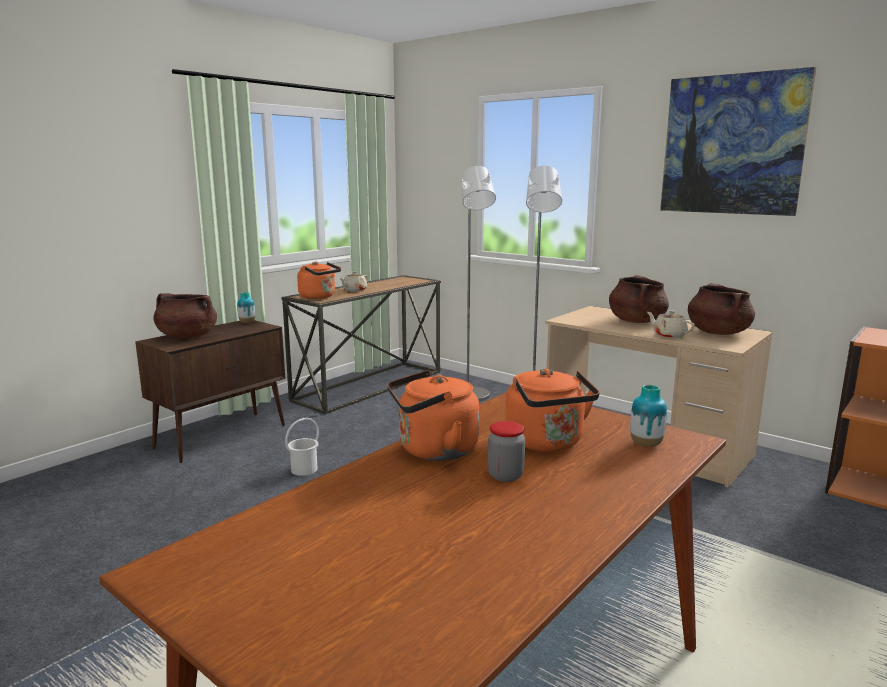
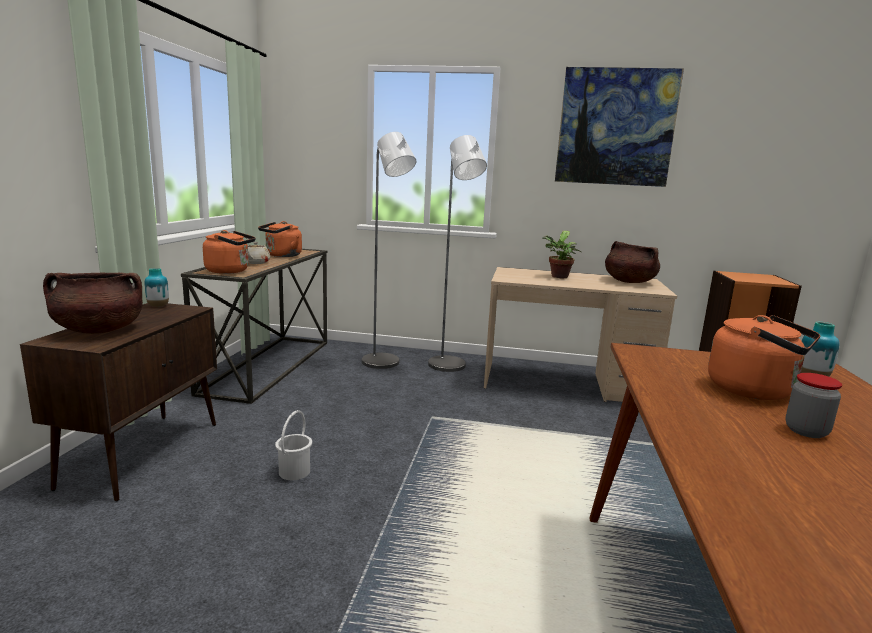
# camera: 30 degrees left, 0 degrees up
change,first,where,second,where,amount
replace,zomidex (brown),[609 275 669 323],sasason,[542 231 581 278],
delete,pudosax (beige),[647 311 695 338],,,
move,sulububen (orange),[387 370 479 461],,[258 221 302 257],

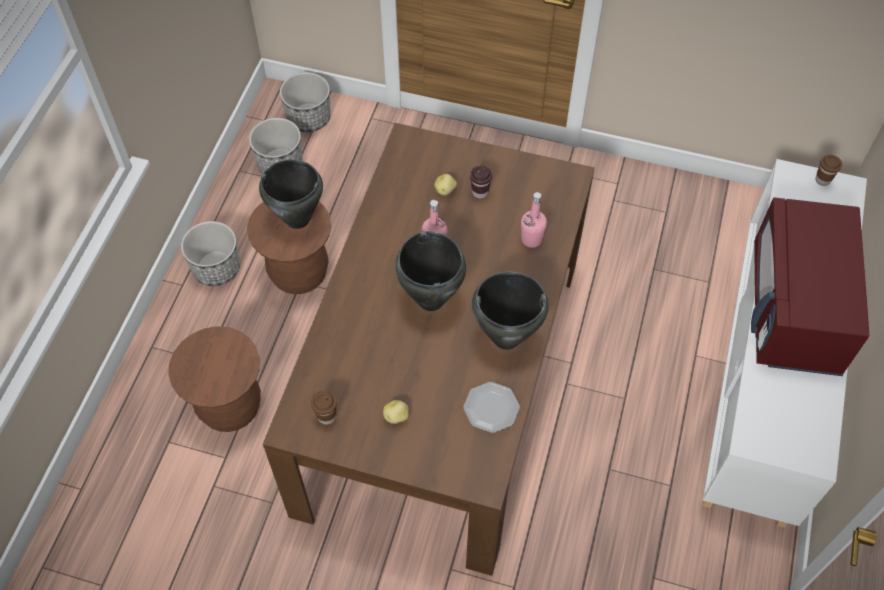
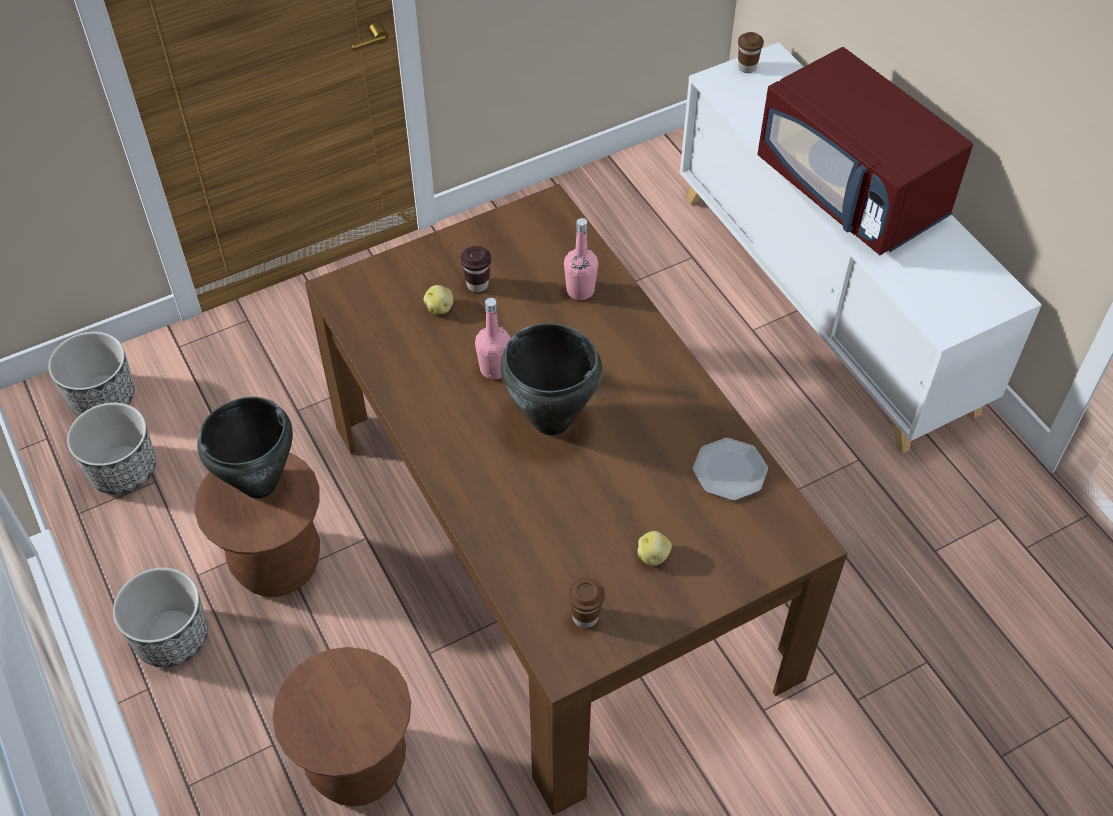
# camera: 45 degrees left, 5 degrees down
change,first,where,second,where,amount
delete,zomidex (black),[472 272 549 350],,,

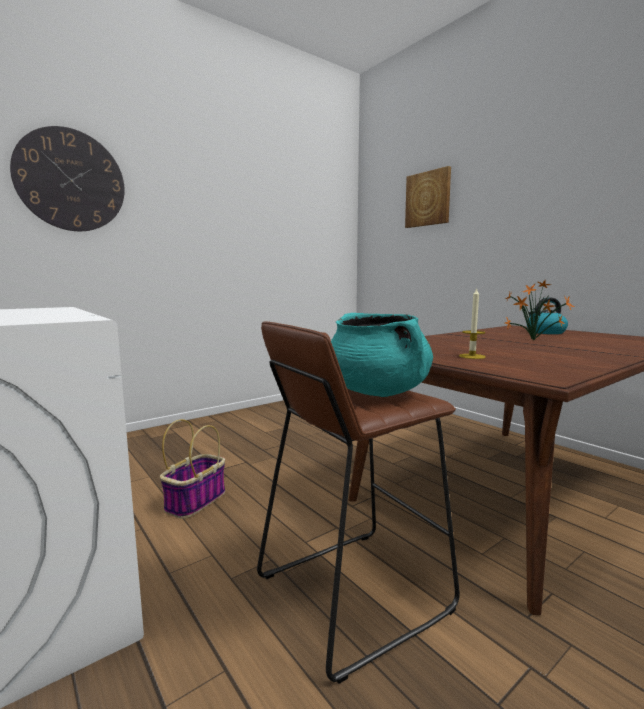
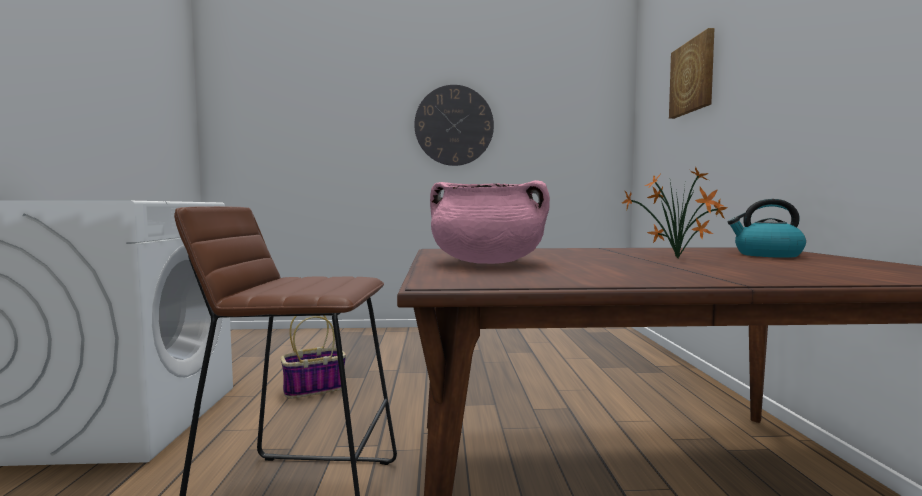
# camera: 35 degrees right, 5 degrees down
change,first,where,second,where,amount
move,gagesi,[10 126 125 231],,[414 85 494 166],
replace,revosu,[459 287 486 359],zomidex (pink),[430 180 550 264],
delete,zomidex (turquoise),[331 313 433 397],,,

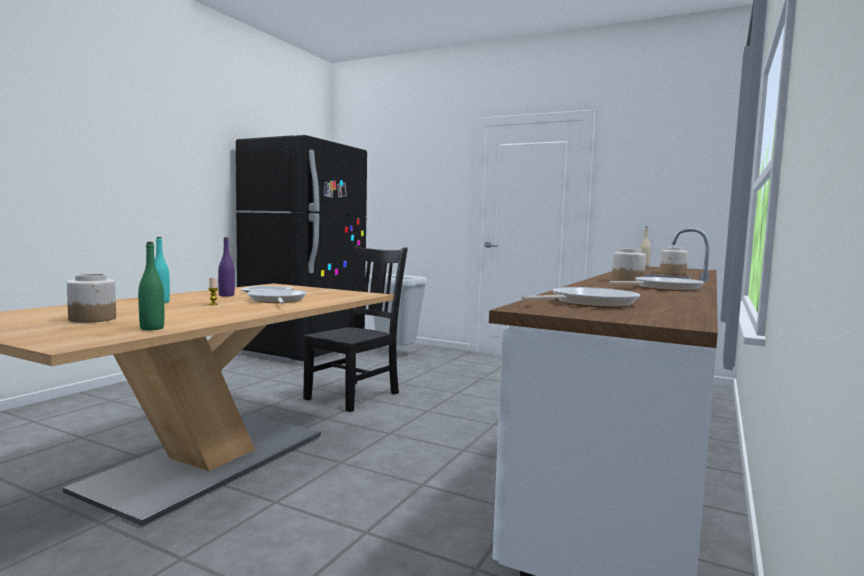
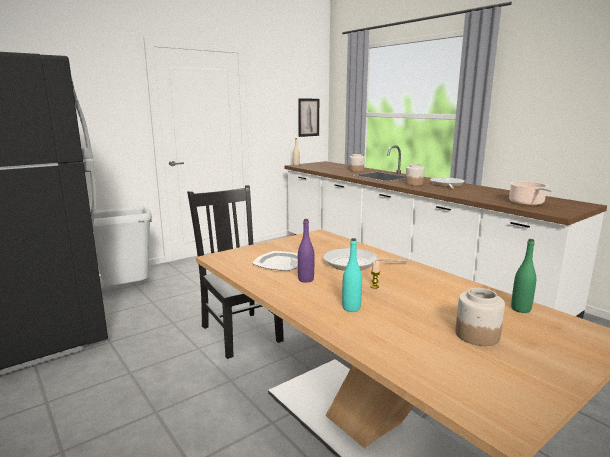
# camera: 65 degrees left, 10 degrees up
change,first,where,second,where,amount
replace,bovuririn,[522 287 640 307],zomidex,[509 181 555 206],
insert,,,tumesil,[298 99 319 137],

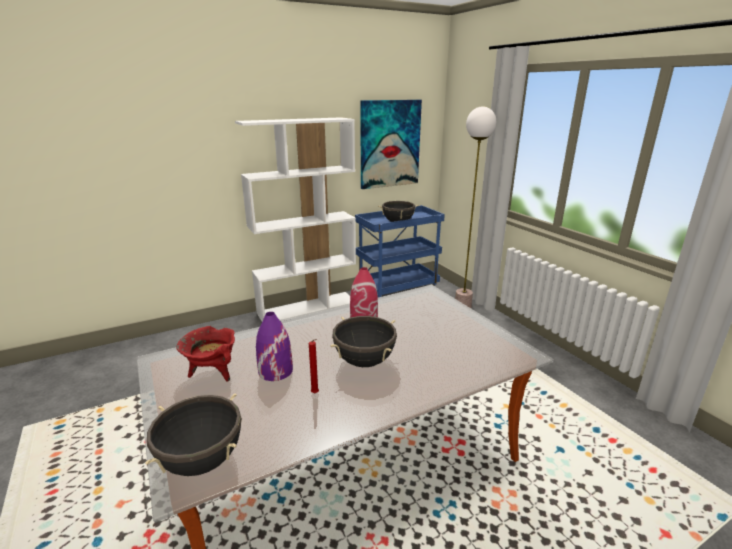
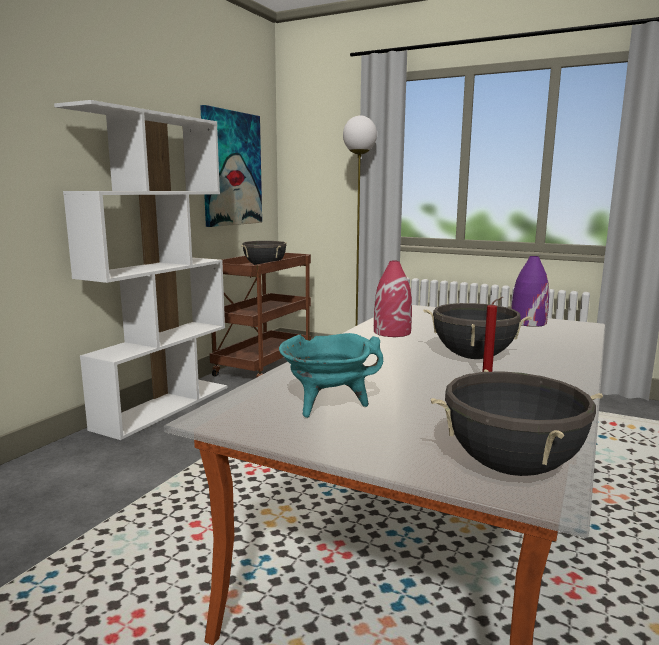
# camera: 35 degrees left, 10 degrees down
change,first,where,second,where,amount
recolor,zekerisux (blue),[355 205 445 298],zekerisux (brown),[210 253 311 378],
move,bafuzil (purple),[256 312 293 381],,[511 256 549 327],
recolor,zomidex (red),[176 326 235 381],zomidex (turquoise),[279 333 383 418],

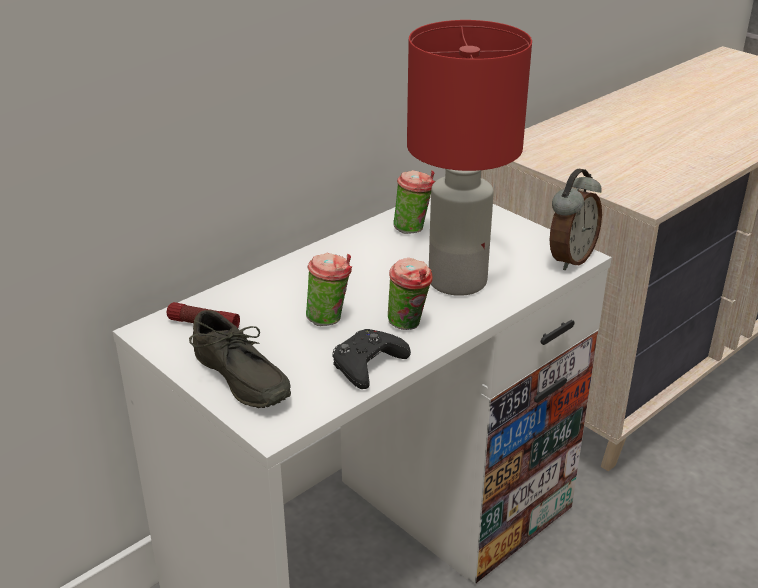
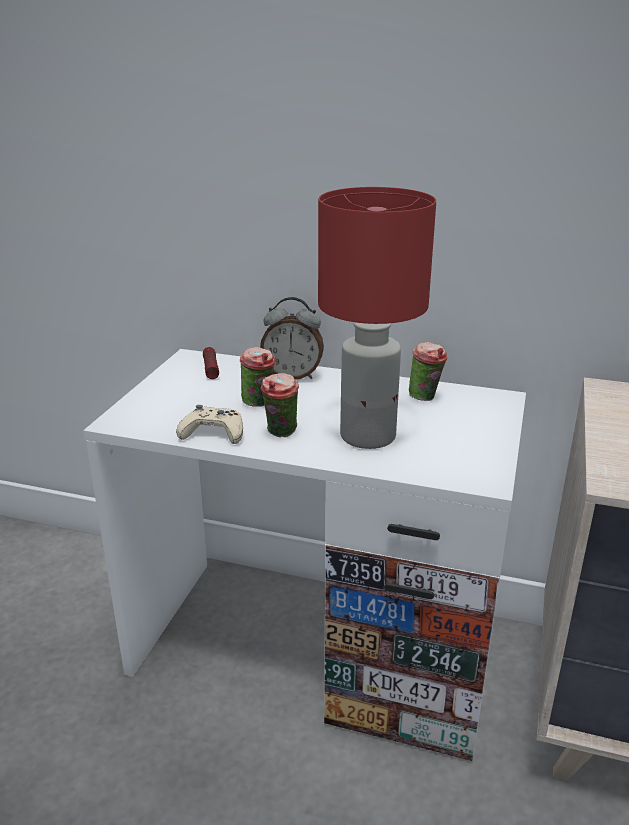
# camera: 60 degrees right, 5 degrees down
change,first,where,second,where,amount
move,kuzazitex,[550 169 602 271],,[260 297 324 380],
delete,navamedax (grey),[189 310 291 408],,,
recolor,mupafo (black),[332 329 411 389],mupafo (beige),[176 405 243 444],

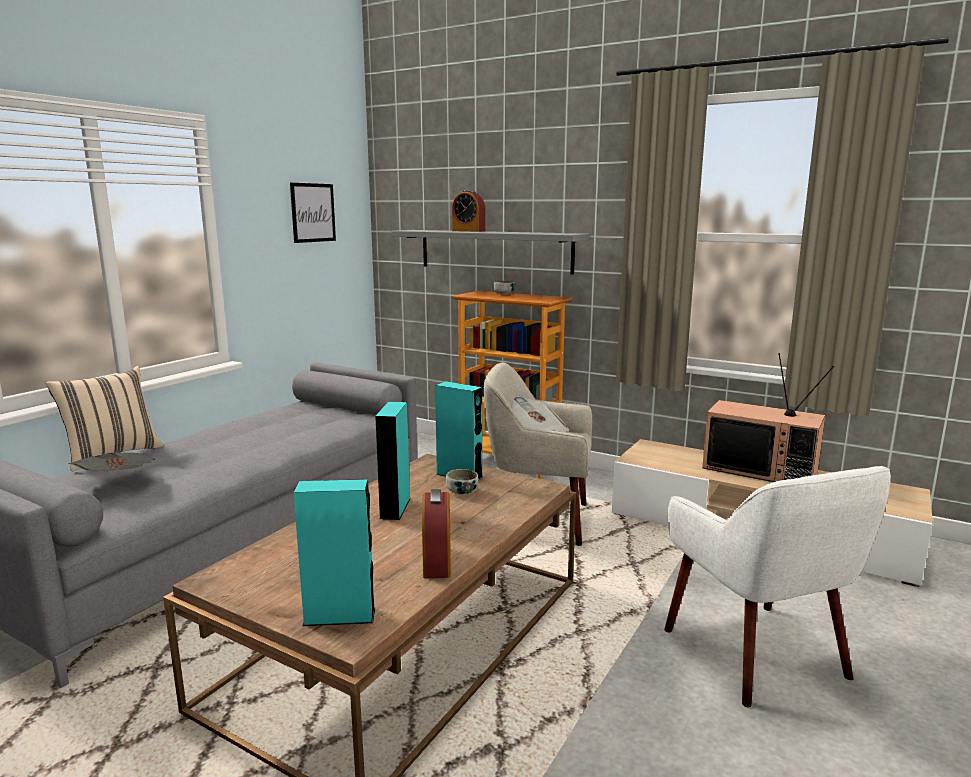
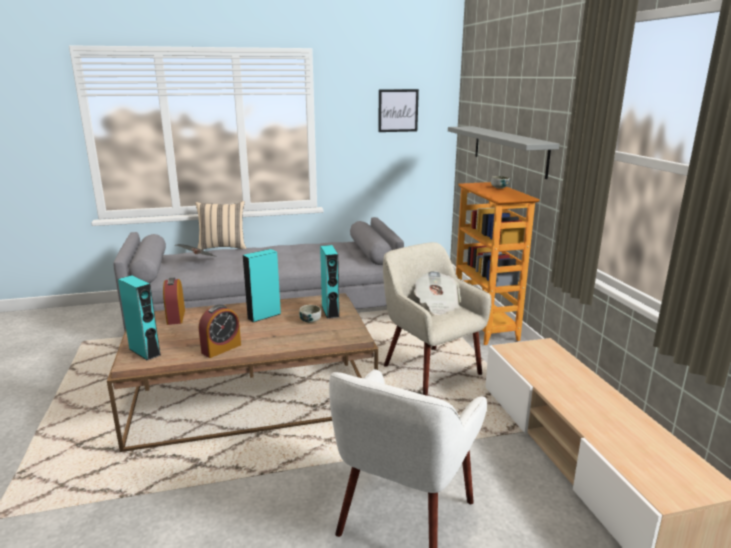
# camera: 45 degrees right, 5 degrees up
change,first,where,second,where,amount
move,kuzazitex,[452 190 485 232],,[163 278 185 325],
delete,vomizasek,[702 353 834 482],,,

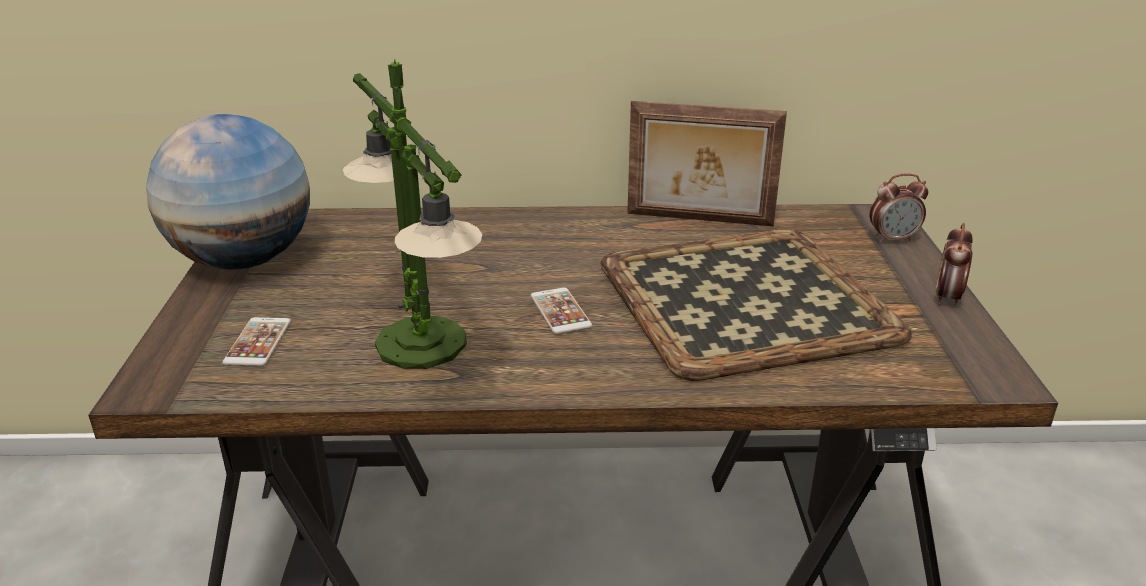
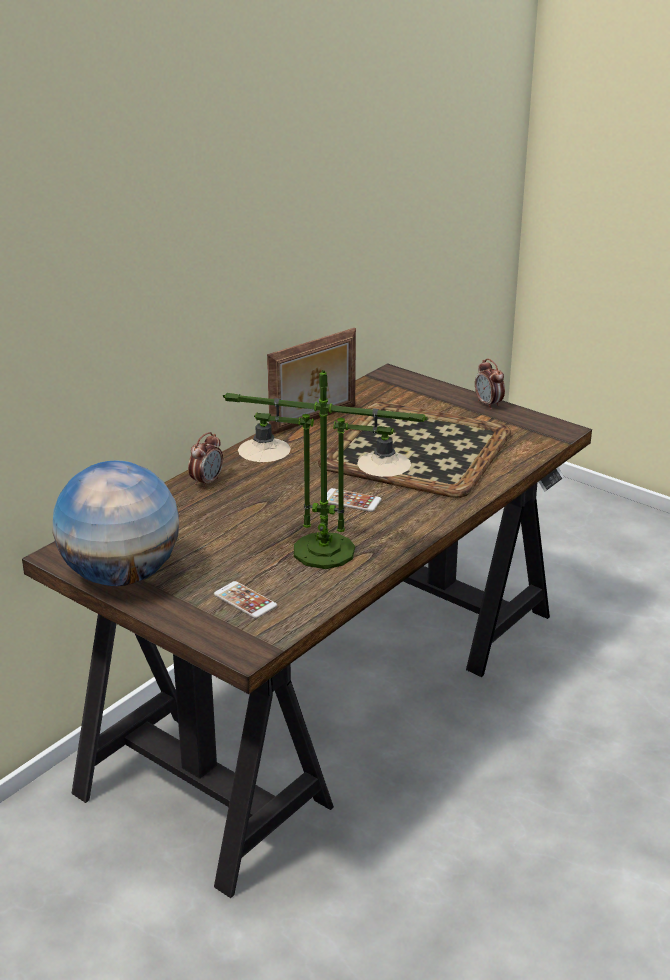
# camera: 50 degrees left, 0 degrees up
change,first,where,second,where,amount
move,kuzazitex,[870 173 928 243],,[188 432 223 489],

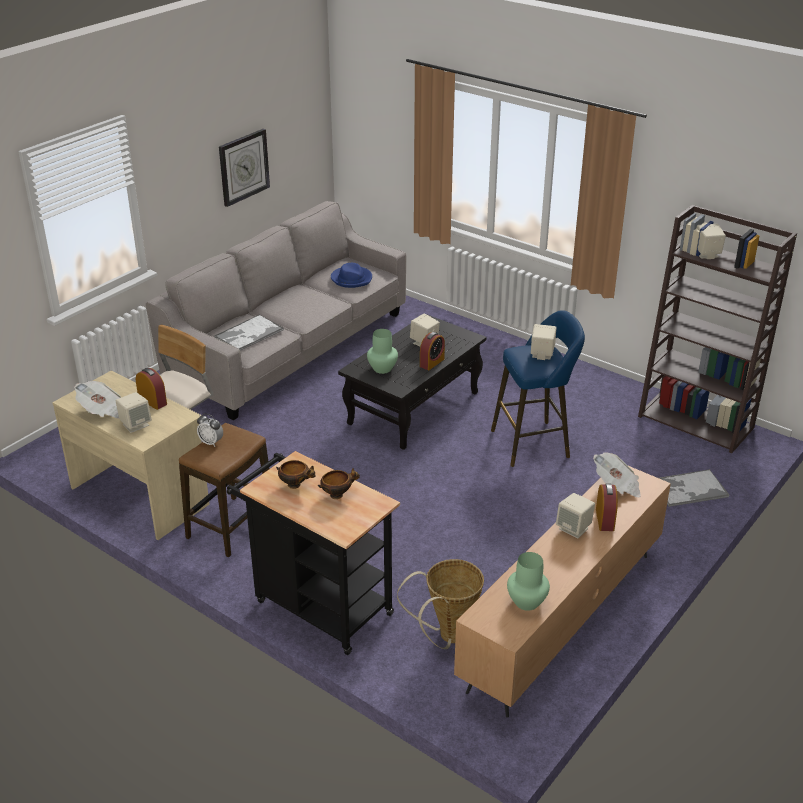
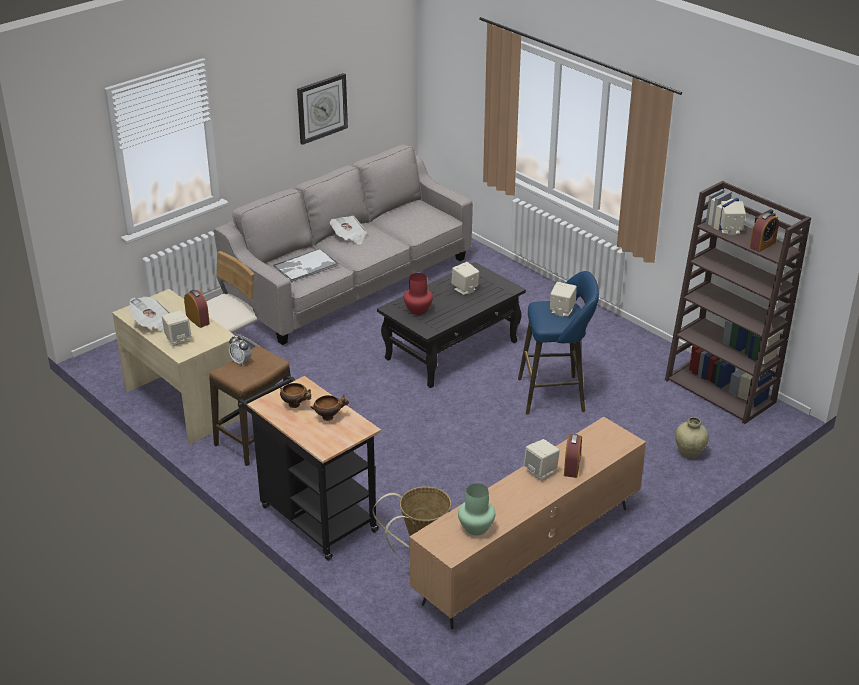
# camera: 10 degrees right, 0 degrees up
change,first,where,second,where,amount
delete,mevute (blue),[331 263 372 288],,,
recolor,bafuzil (green),[367 329 398 374],bafuzil (red),[404 273 433 315],
move,kuzazitex,[420 332 445 370],,[750 213 779 252],
move,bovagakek,[593 452 641 498],,[330 216 367 244],
replace,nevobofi,[659 469 729 507],bafuzil (beige),[675 417 709 458],

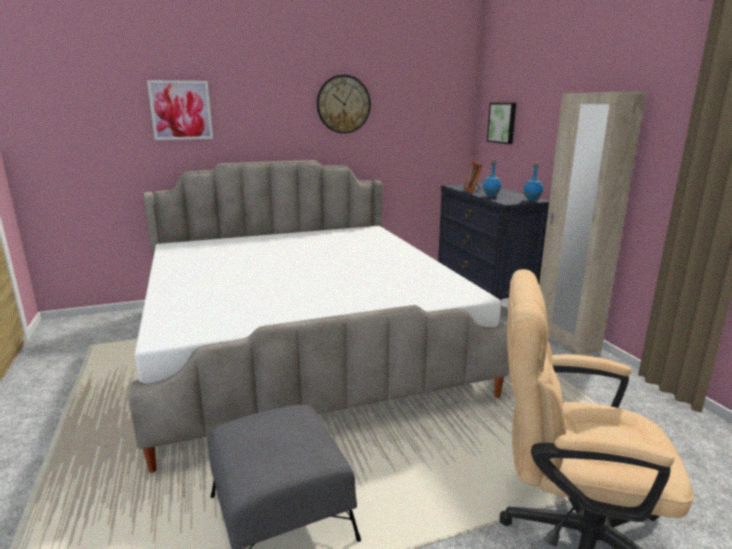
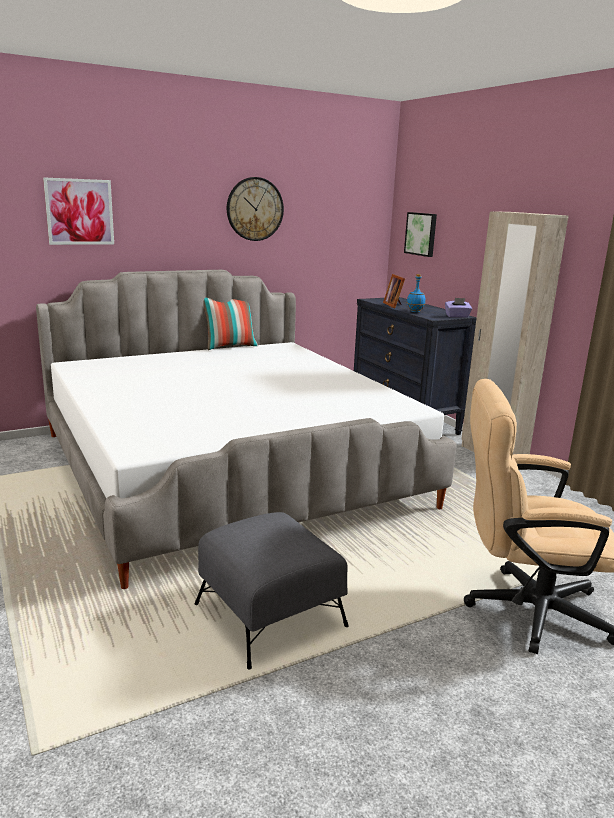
# camera: 10 degrees left, 0 degrees up
change,first,where,second,where,amount
replace,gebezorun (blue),[523 162 543 201],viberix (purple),[445 298 472 318],
insert,,,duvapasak,[204 298 258 350],

